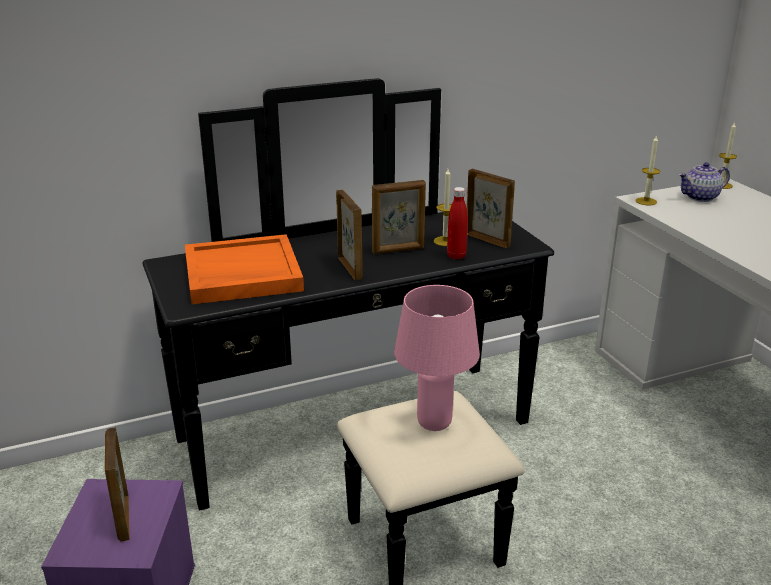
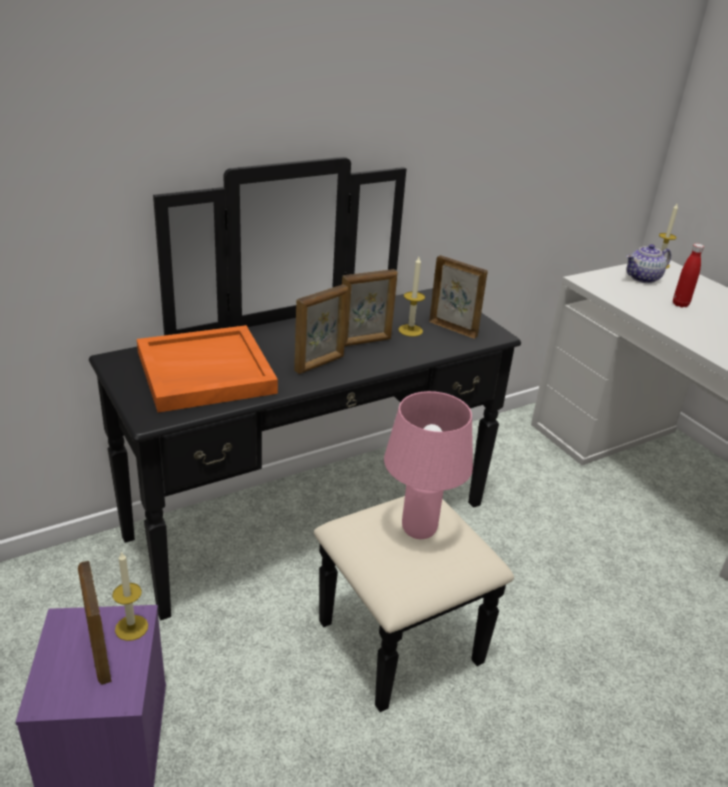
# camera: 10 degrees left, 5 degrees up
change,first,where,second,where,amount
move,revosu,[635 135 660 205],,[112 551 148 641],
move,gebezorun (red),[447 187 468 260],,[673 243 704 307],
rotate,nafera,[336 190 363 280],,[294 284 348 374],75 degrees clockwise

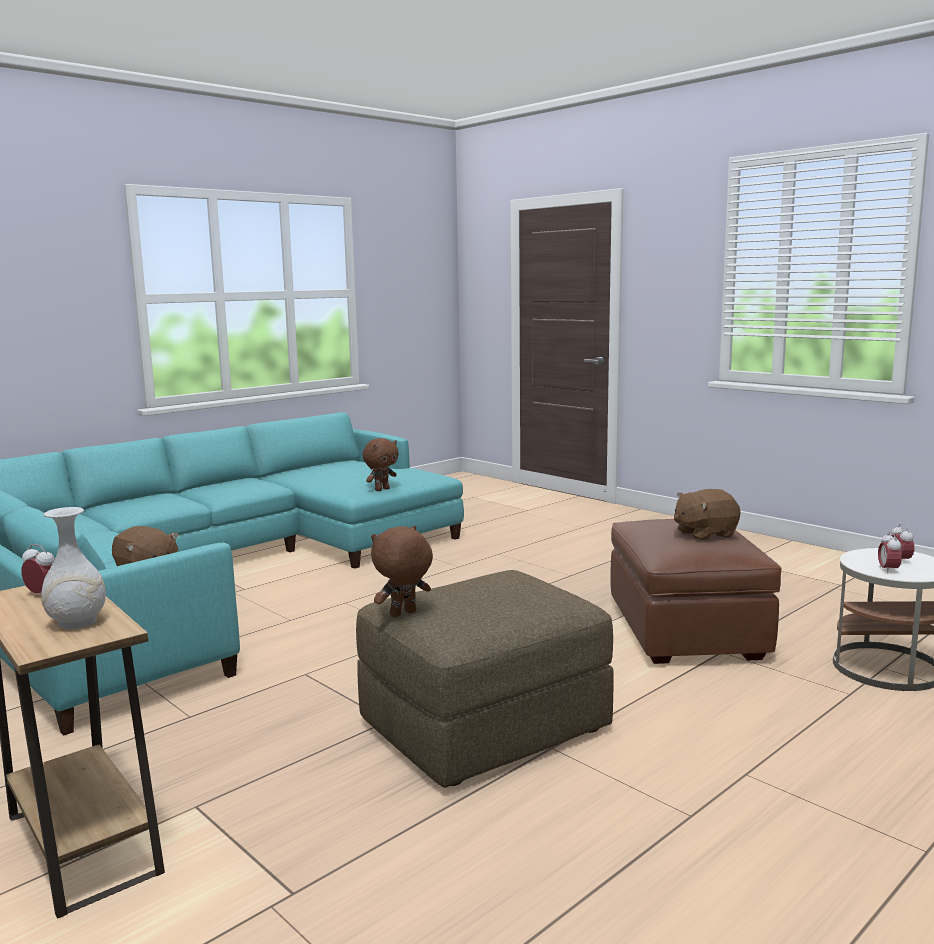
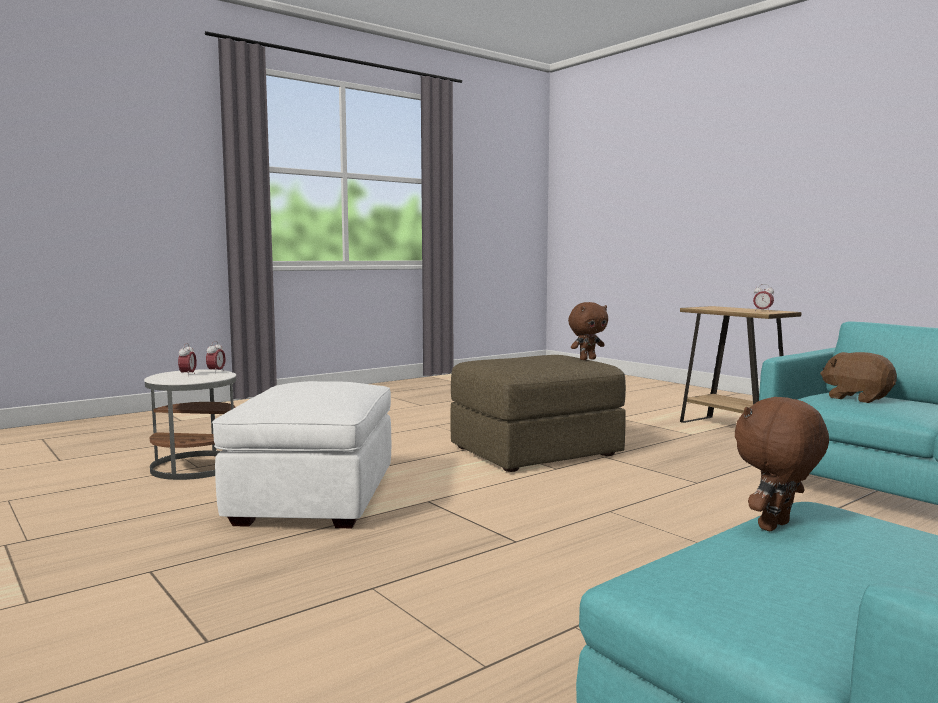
# camera: 175 degrees left, 5 degrees down
change,first,where,second,where,amount
delete,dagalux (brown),[674 489 740 541],,,
delete,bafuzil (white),[41 507 106 629],,,
recolor,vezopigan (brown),[611 519 782 664],vezopigan (white),[212 381 391 528],

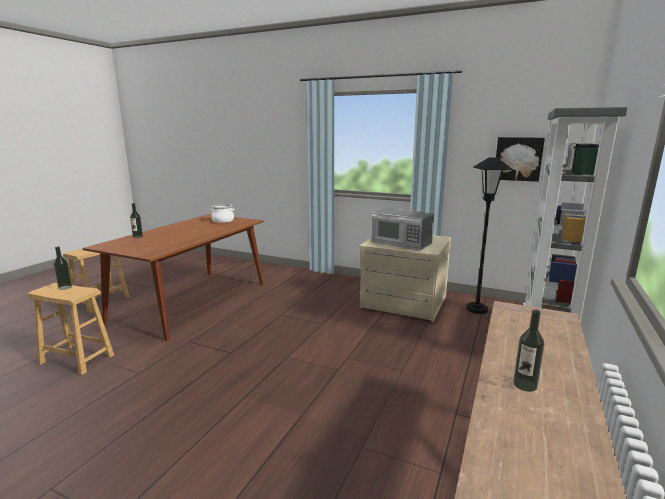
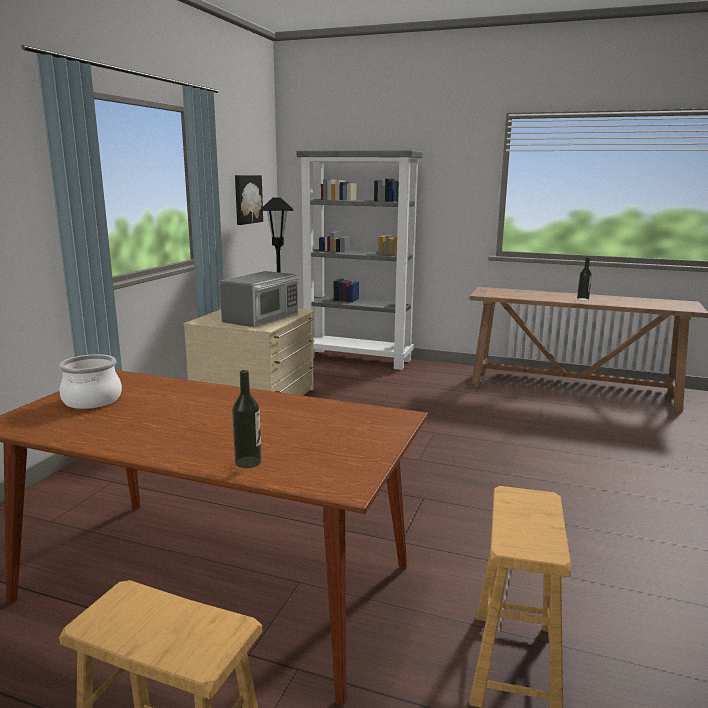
# camera: 95 degrees left, 0 degrees up
change,first,where,second,where,amount
delete,gebezorun,[54 246 72 290],,,

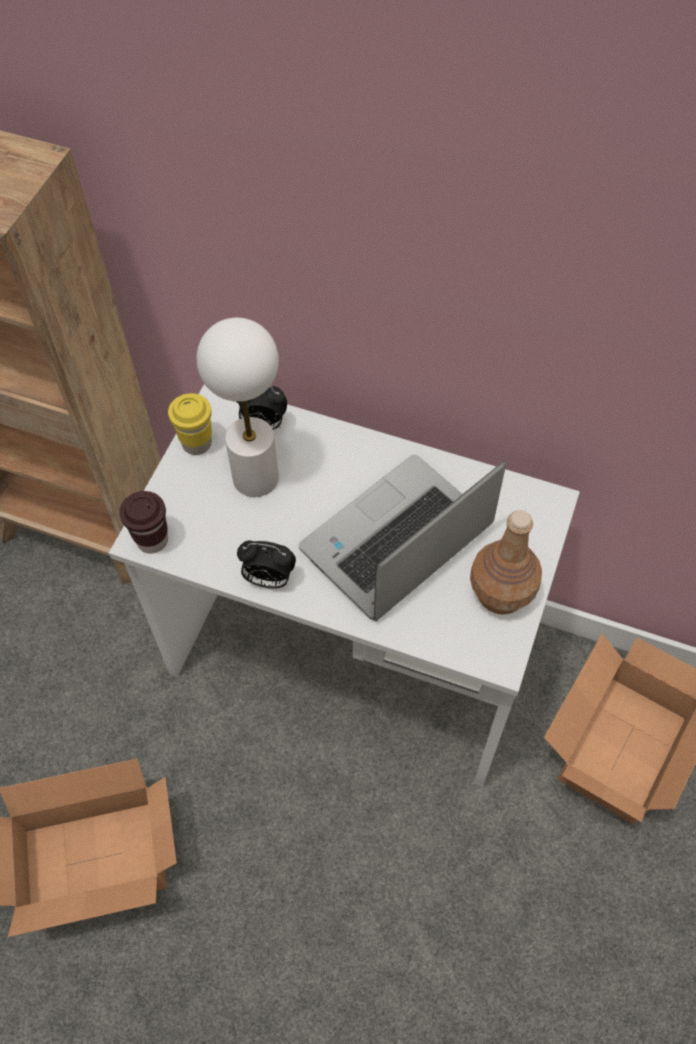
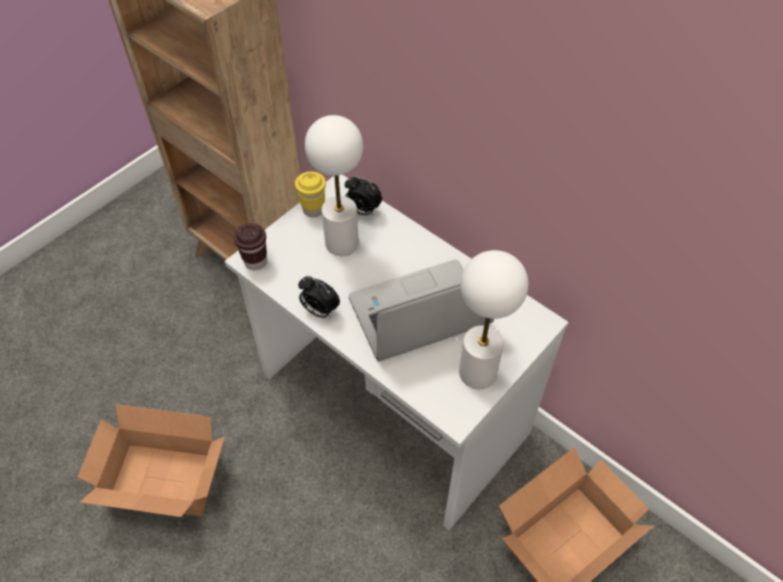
# camera: 20 degrees right, 5 degrees down
change,first,where,second,where,amount
replace,gebezorun (brown),[470 510 542 615],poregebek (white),[459 250 528 389],

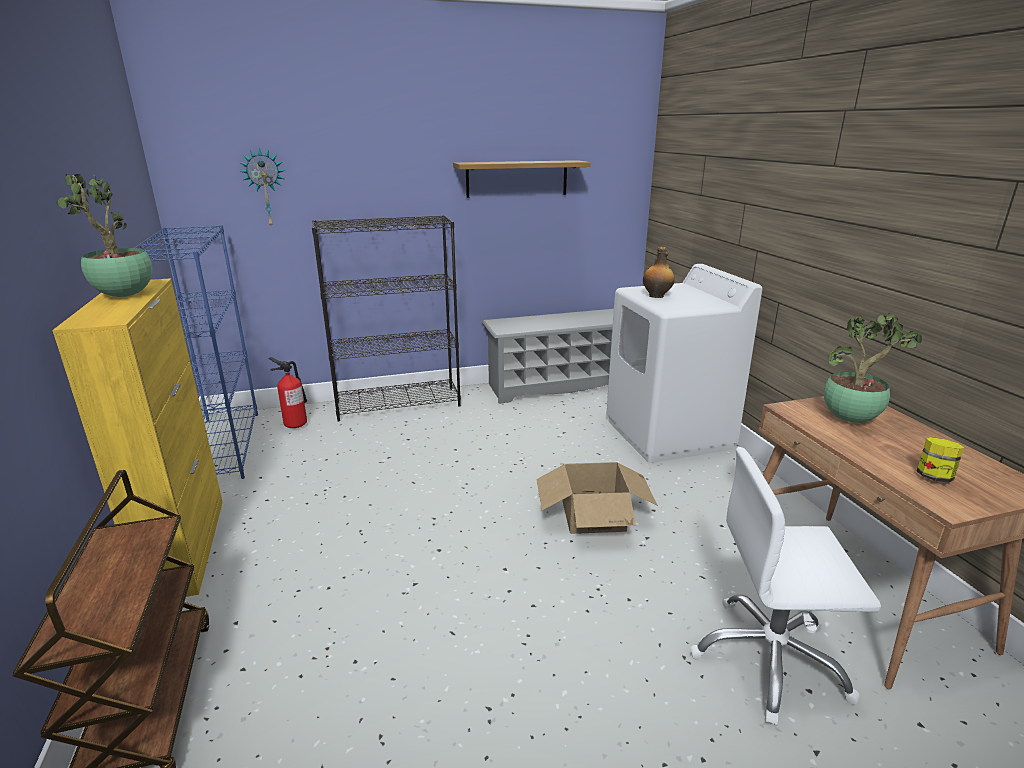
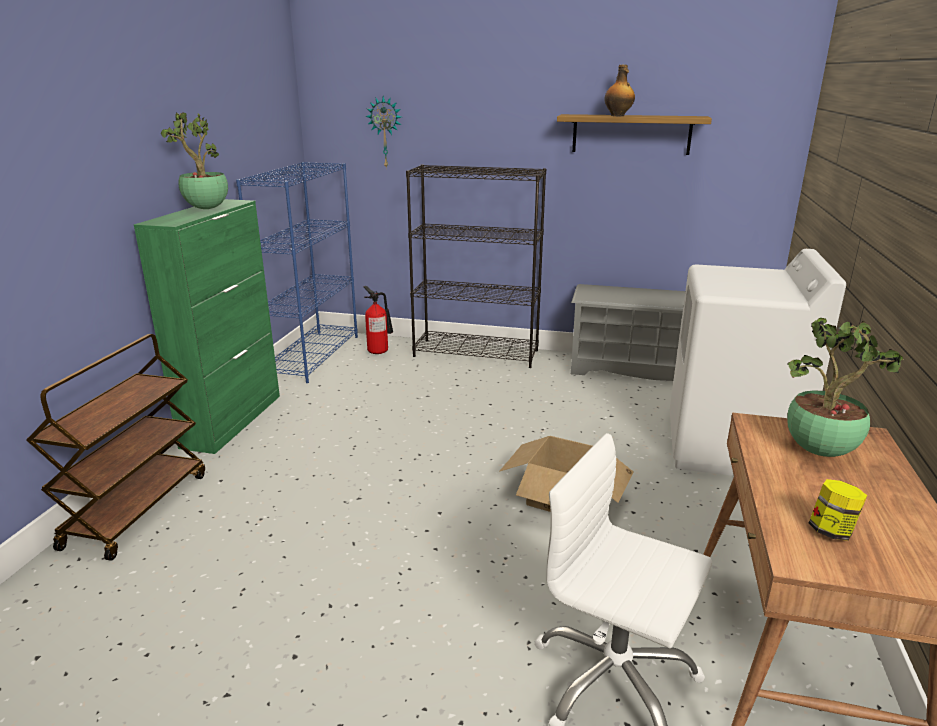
# camera: 30 degrees right, 0 degrees up
change,first,where,second,where,amount
move,gebezorun,[643 247 675 298],,[605 65 635 116],
recolor,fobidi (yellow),[52 278 223 597],fobidi (green),[134 199 280 454],

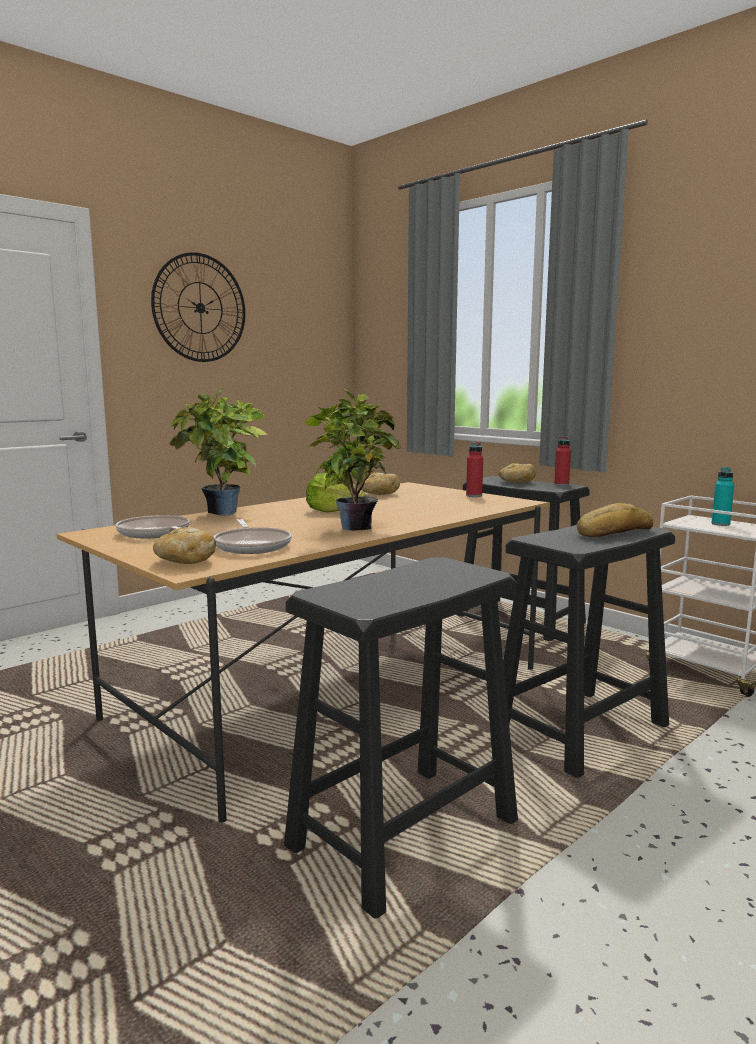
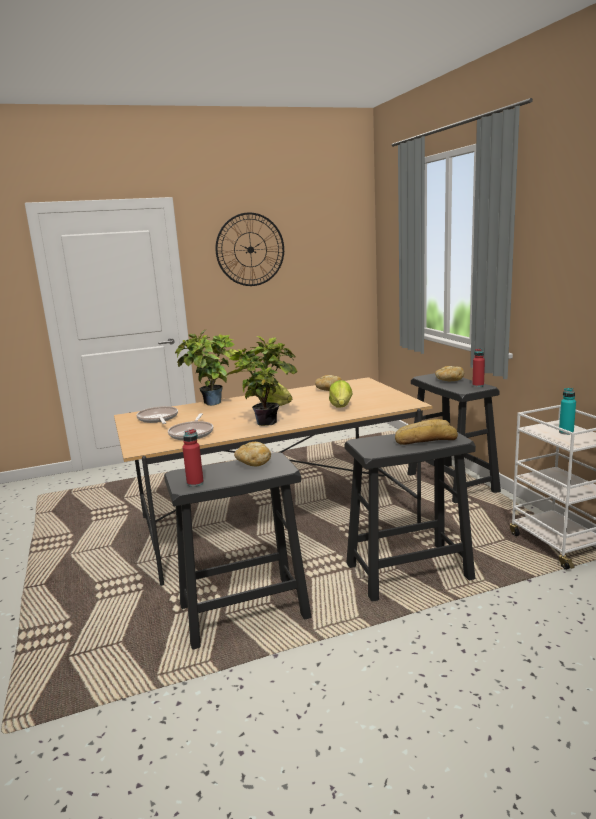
# camera: 25 degrees right, 5 degrees up
change,first,where,second,where,amount
move,gebezorun (red),[466 442 483 497],,[182 429 204 487],
move,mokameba,[153 527 216 564],,[234 442 271 466],
insert,,,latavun,[329 380 353 407],

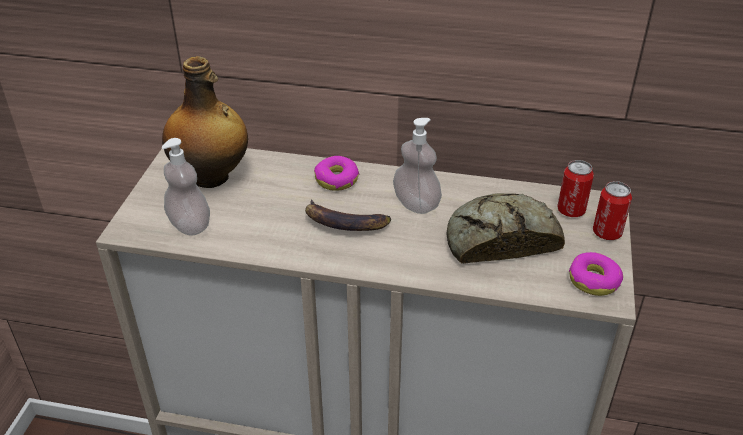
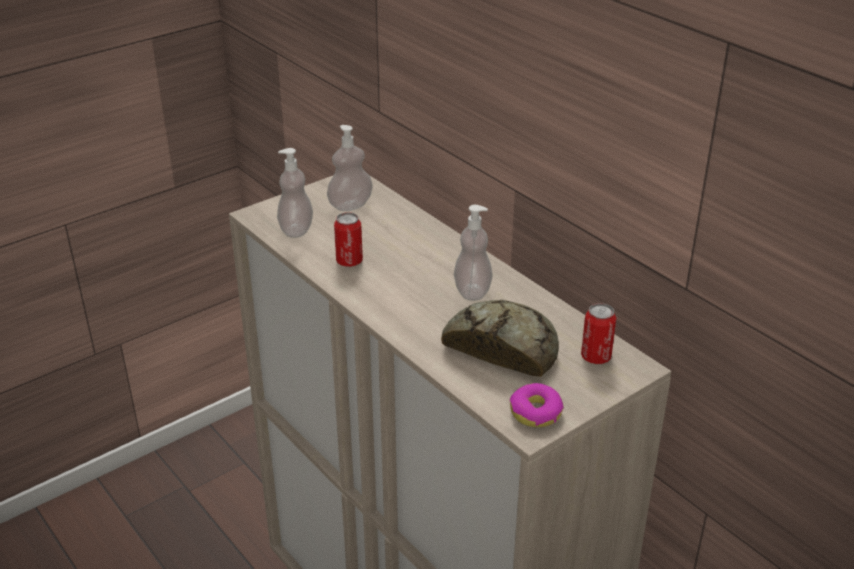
# camera: 40 degrees right, 5 degrees down
change,first,where,second,where,amount
replace,gebezorun,[162 56 248 188],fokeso,[327 125 373 211],
delete,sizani,[314 156 359 191],,,
move,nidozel,[593 181 632 240],,[334 212 363 267],
delete,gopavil,[305 199 391 231],,,

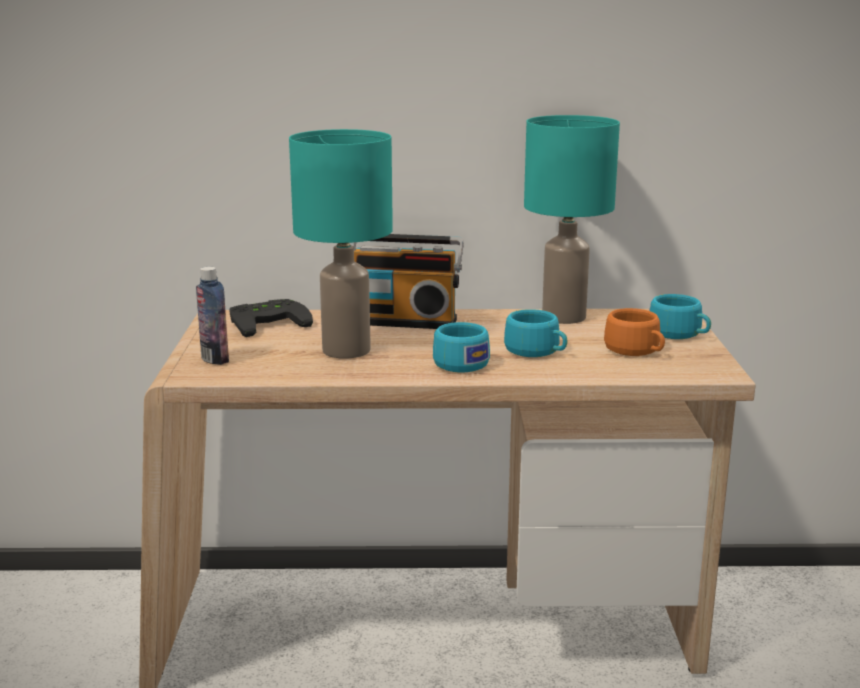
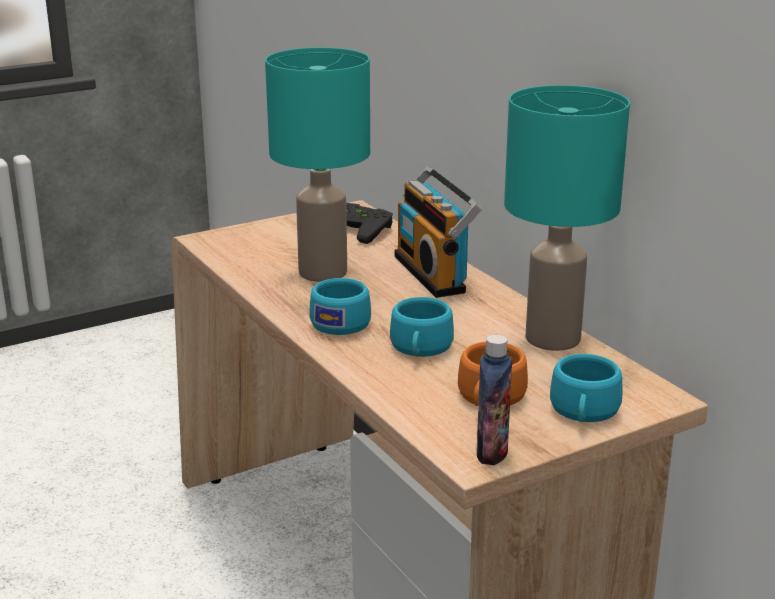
# camera: 60 degrees right, 5 degrees up
change,first,where,second,where,amount
move,gebezorun,[196 267 229 365],,[476 335 512 465],

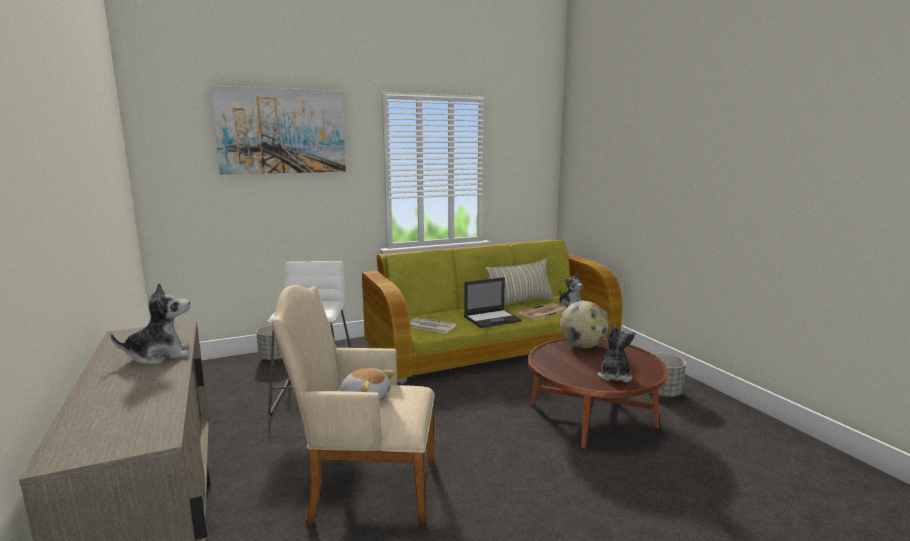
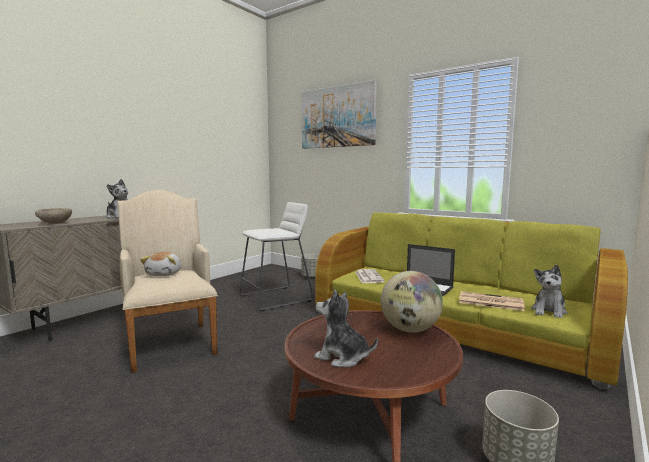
# camera: 60 degrees right, 5 degrees down
change,first,where,second,where,amount
delete,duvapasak,[486 259 554 306],,,
rotate,dagalux,[598 324 636 382],,[314 290 378 368],135 degrees counterclockwise
insert,,,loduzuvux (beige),[35 208 72 224],

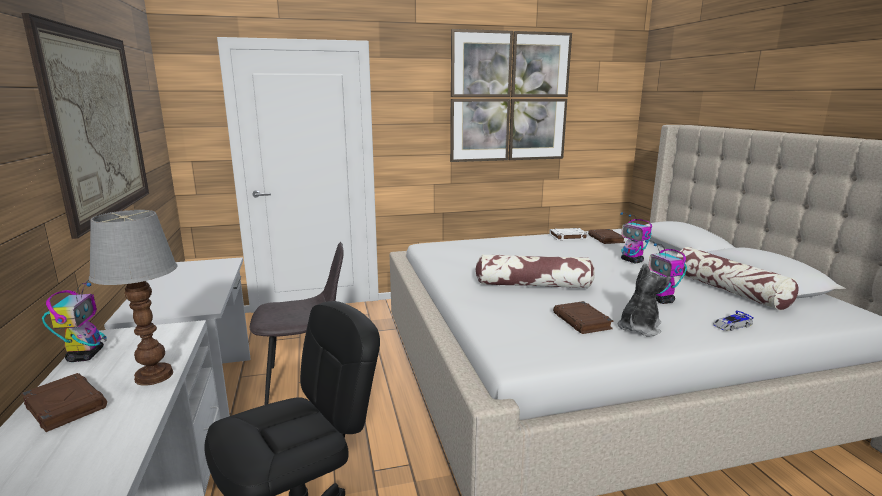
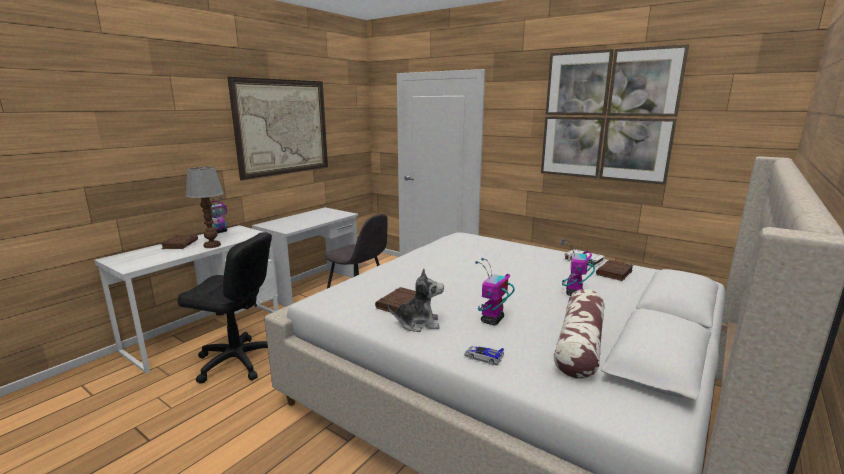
# camera: 50 degrees right, 0 degrees up
change,first,where,second,where,amount
delete,duvapasak,[475 254 595 288],,,

